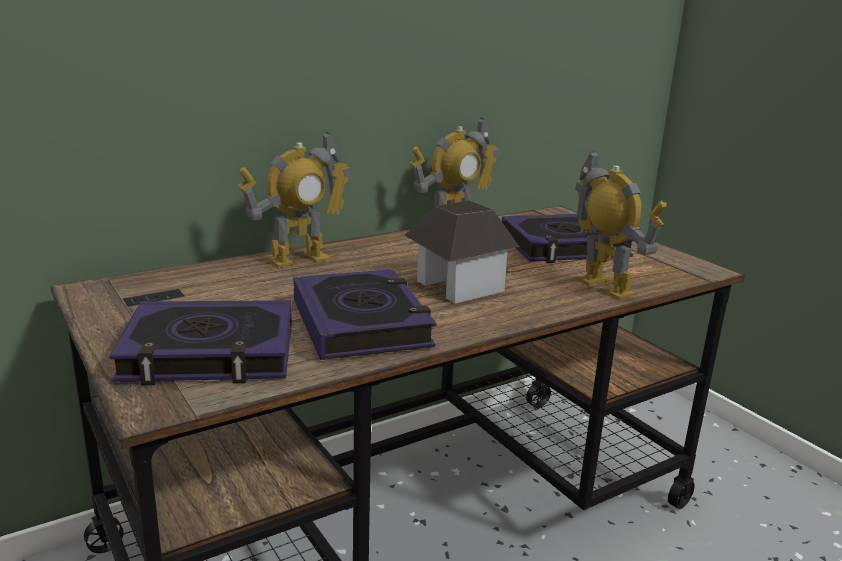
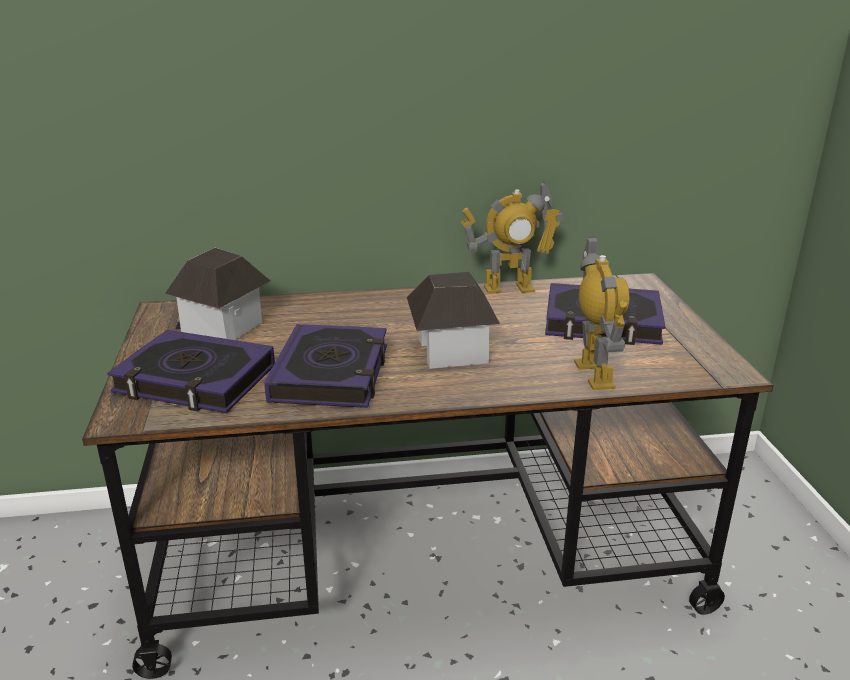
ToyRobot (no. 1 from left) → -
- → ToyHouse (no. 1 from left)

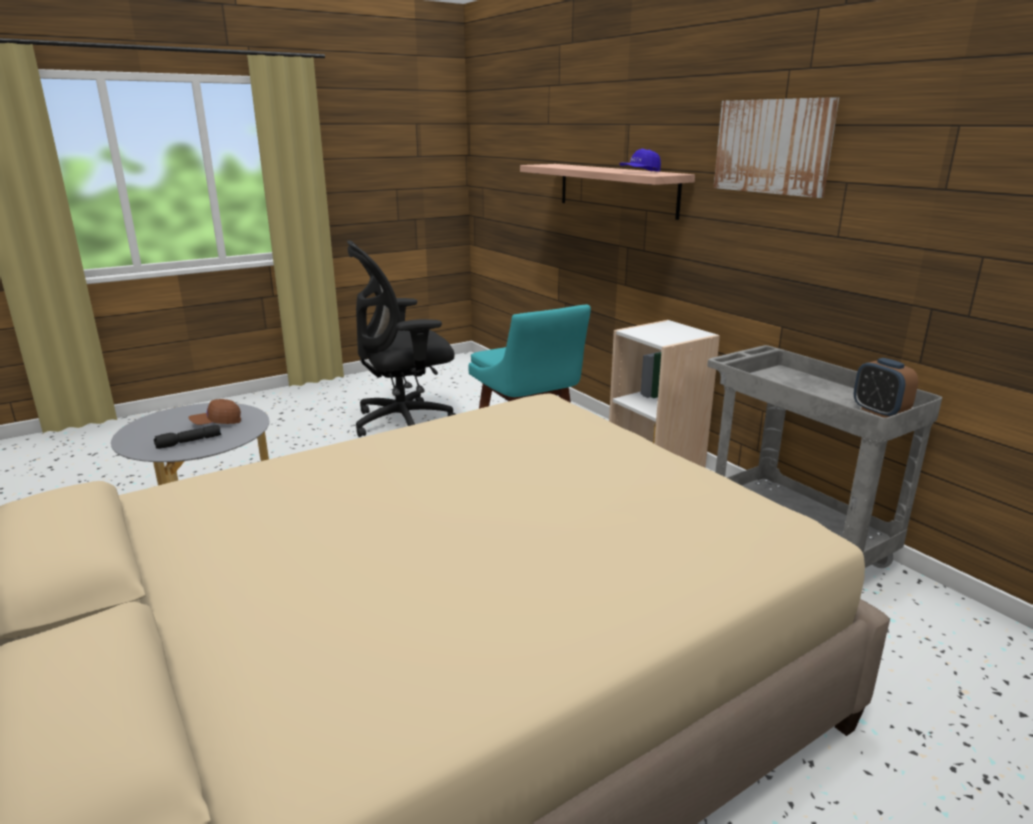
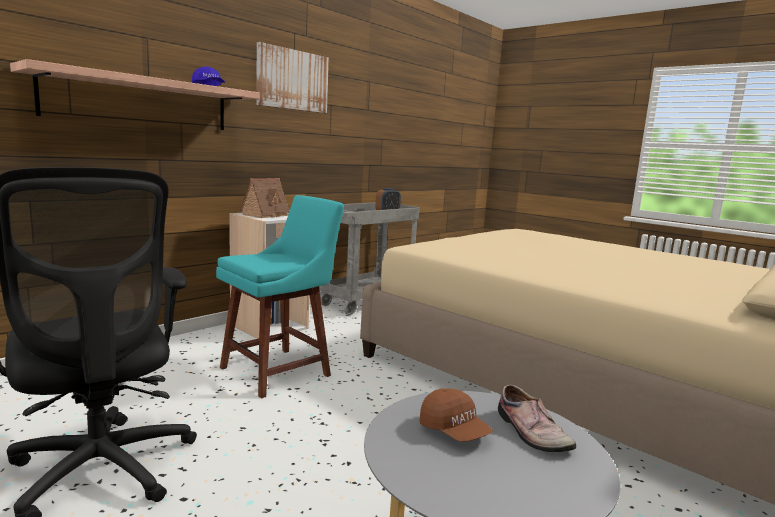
- → ToyHouse
BlackFlashlight → Shoe

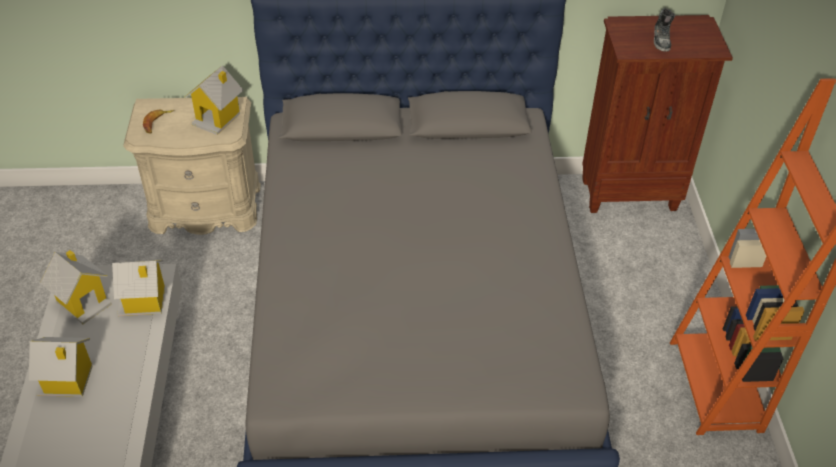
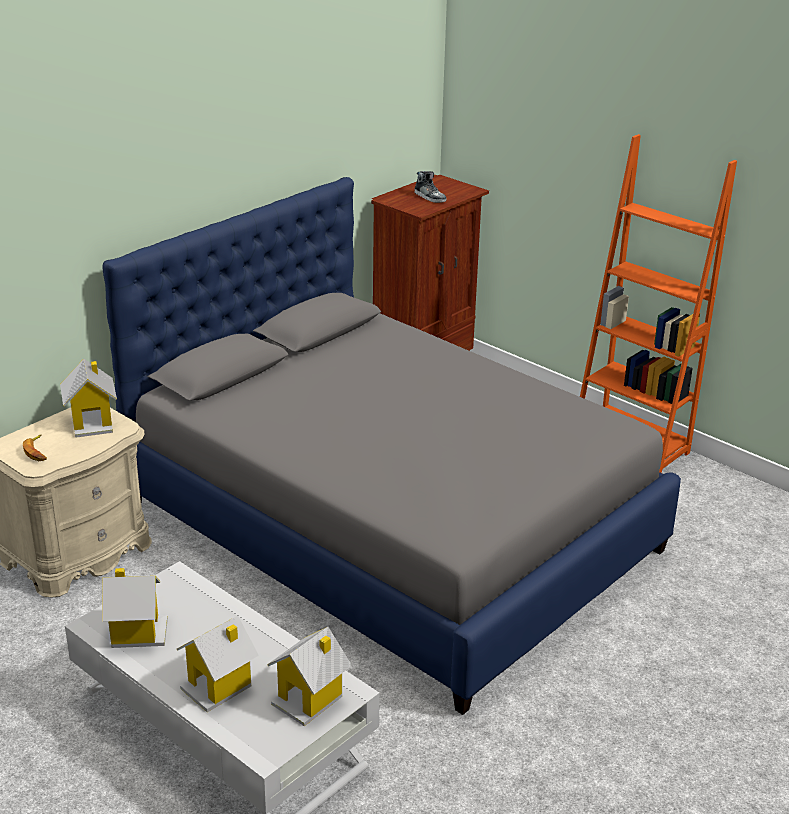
ToyHouse (no. 3 from left in the first image) → ToyHouse (no. 4 from left), shifted

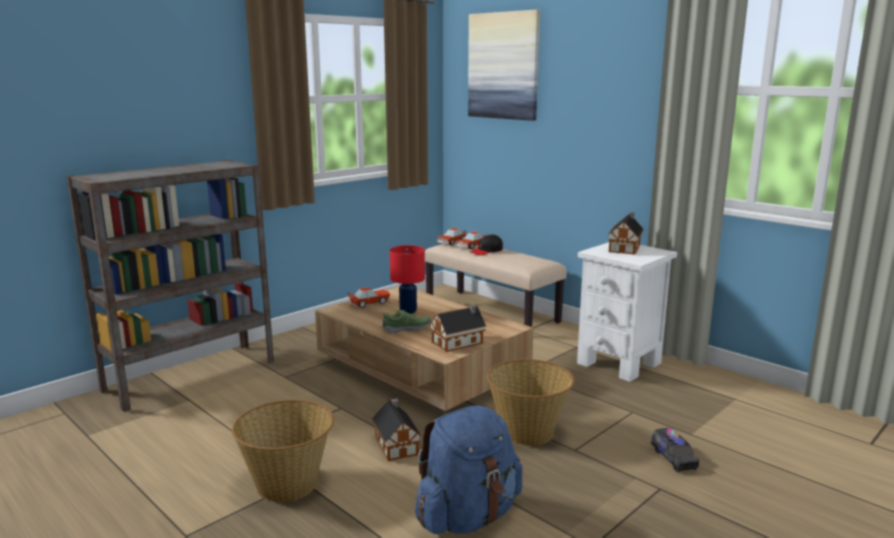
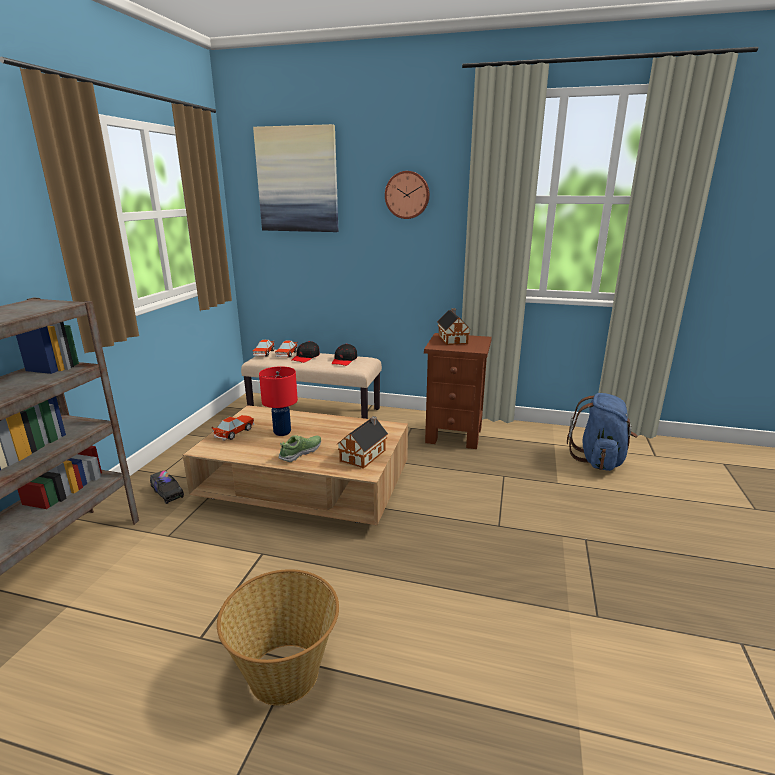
ToyHouse (no. 1 from left) → -
Basket (no. 2 from left) → -
- → BlackCap (no. 2 from left)
- → WallClock
BlueBackpack, shifted
ToyTruck, shifted
WhiteNightstand → BrownNightstand

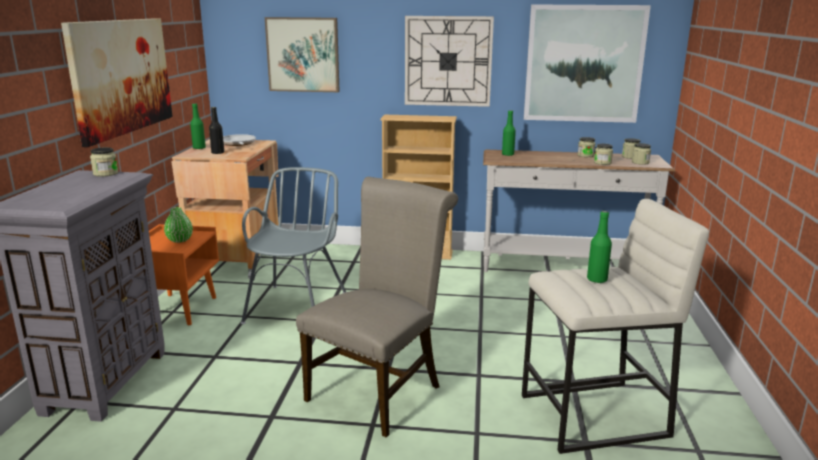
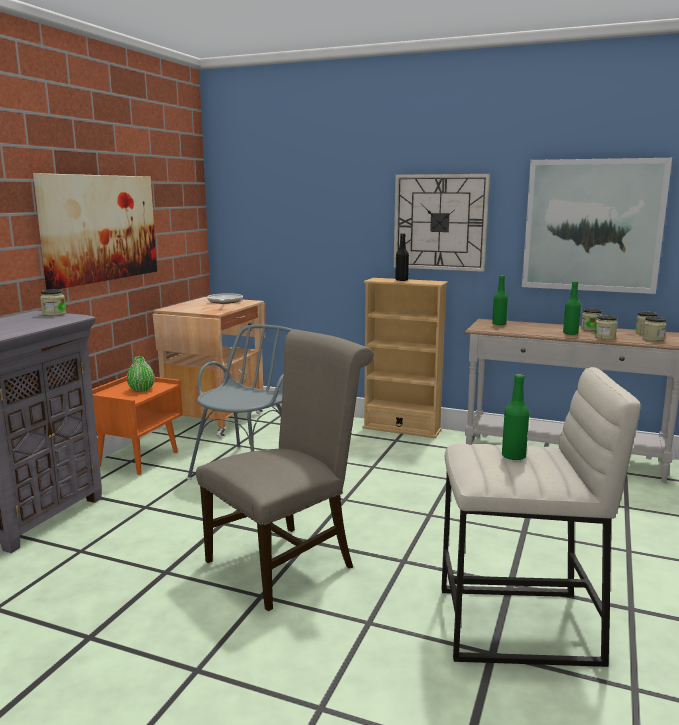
Picture (no. 2 from left) → -
GreenBottle (no. 1 from left in the first image) → GreenBottle (no. 3 from left), shifted
BlackBottle, shifted

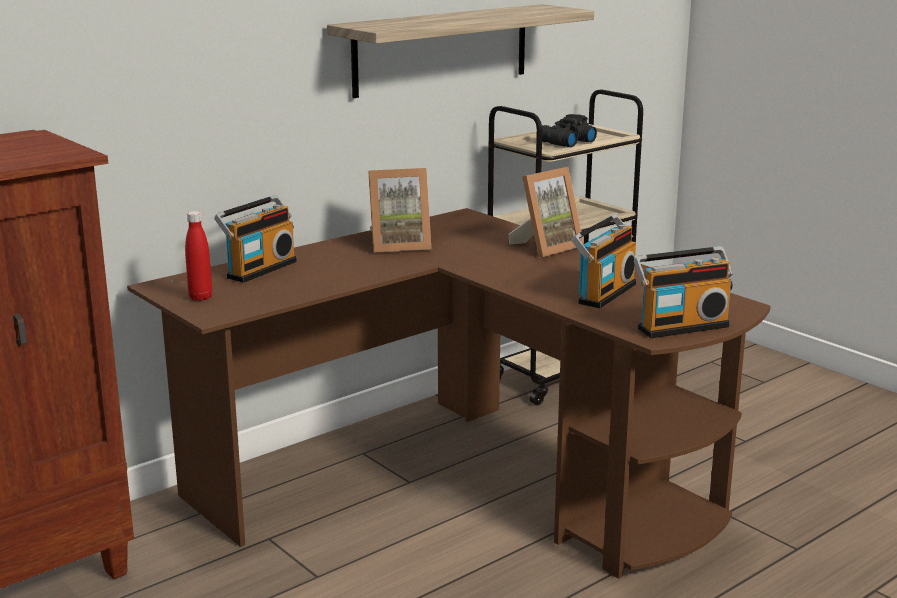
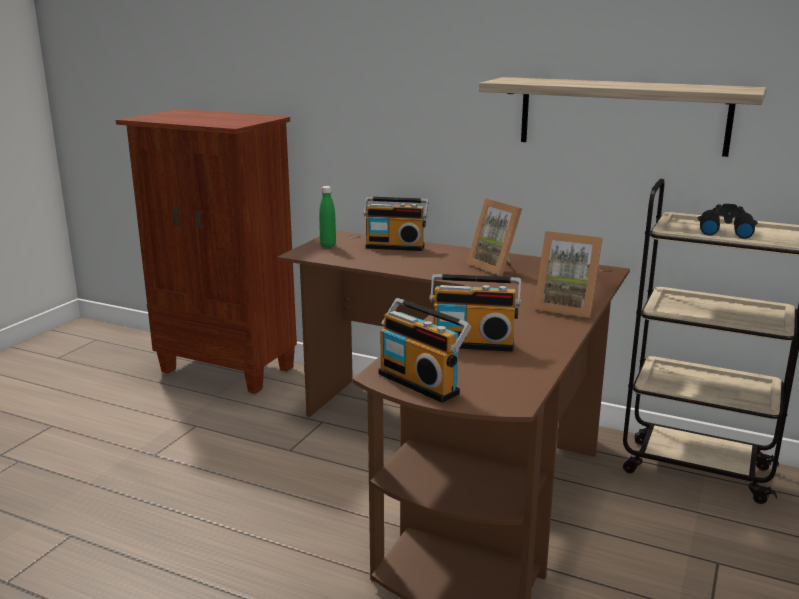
RedBottle → GreenBottle

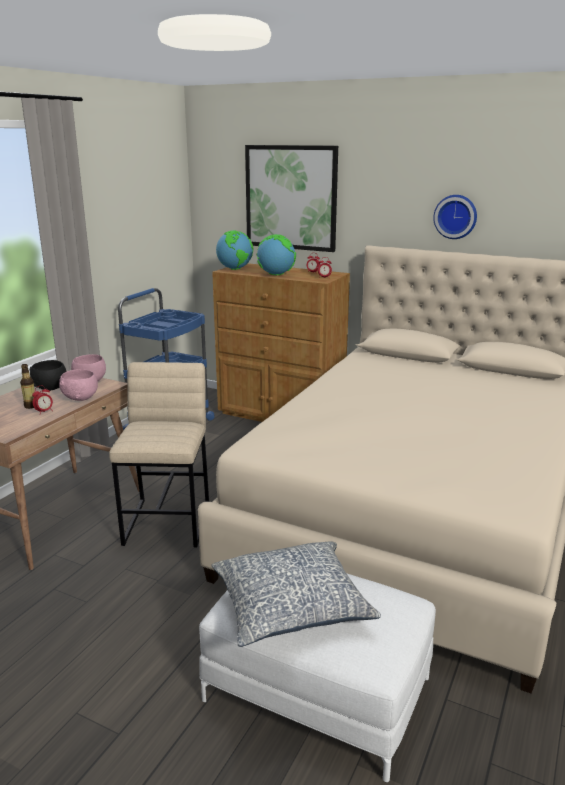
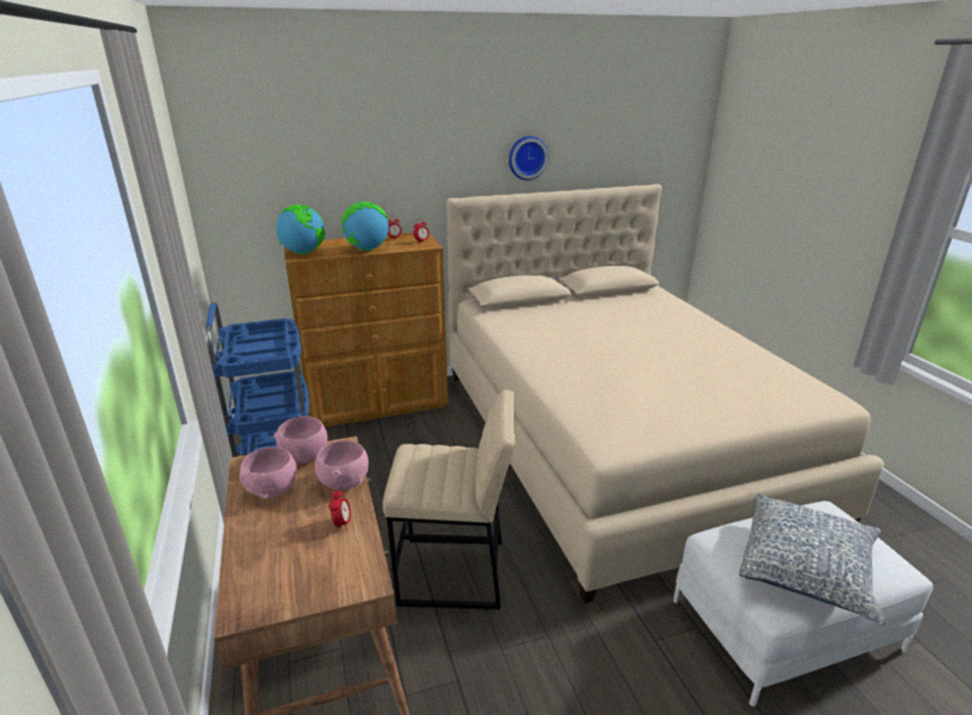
Bottle → -
Picture → -
BlackBowl → PinkBowl (no. 1 from left)
BeigeChair, 135 degrees clockwise

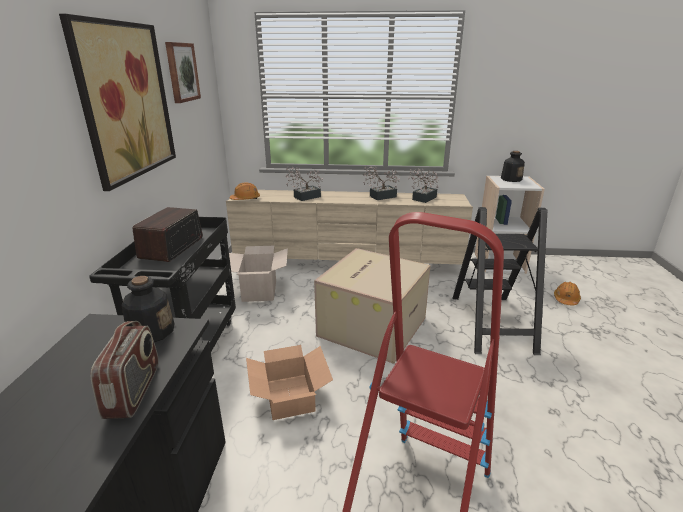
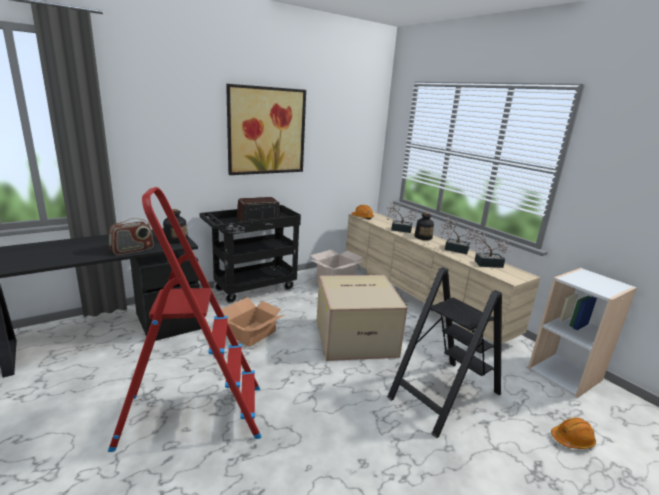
Picture (no. 2 from left) → -
Bottle (no. 2 from left), shifted

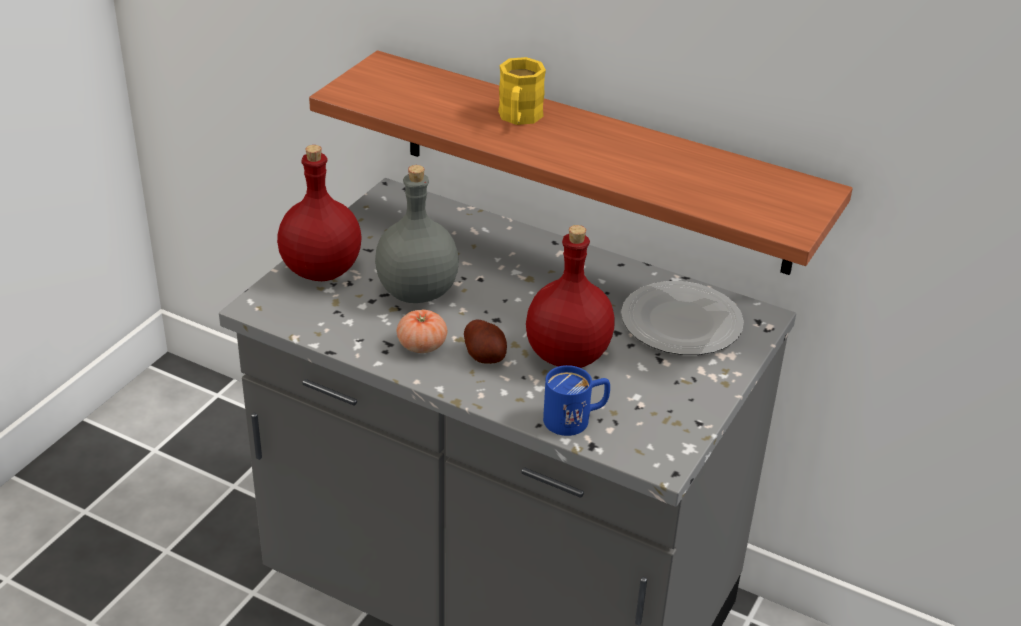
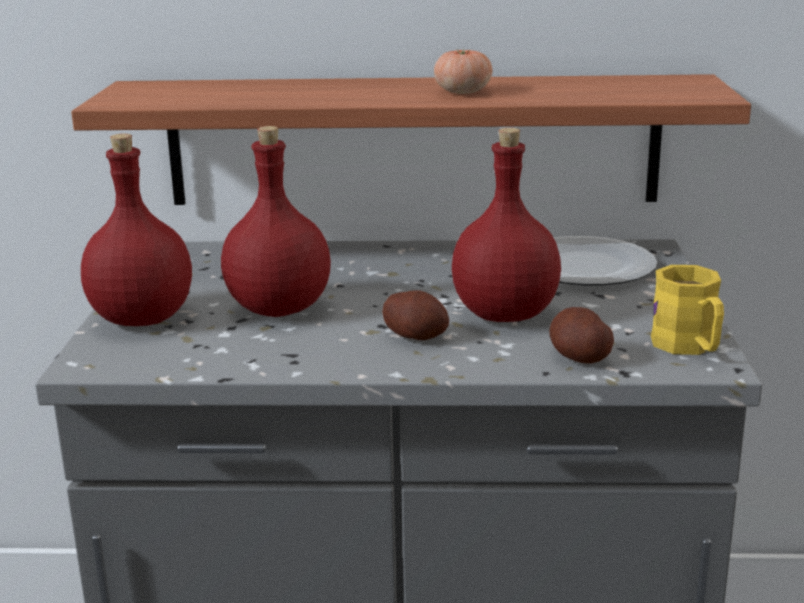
Tomato, shifted
YellowMug, shifted
BlueMug → Potato (no. 2 from left)
GreyBottle → RedBottle (no. 2 from left)

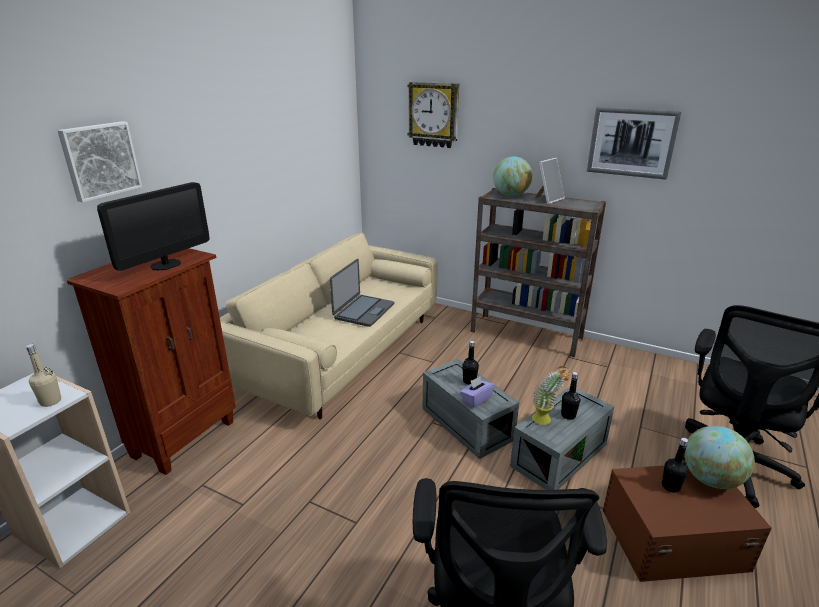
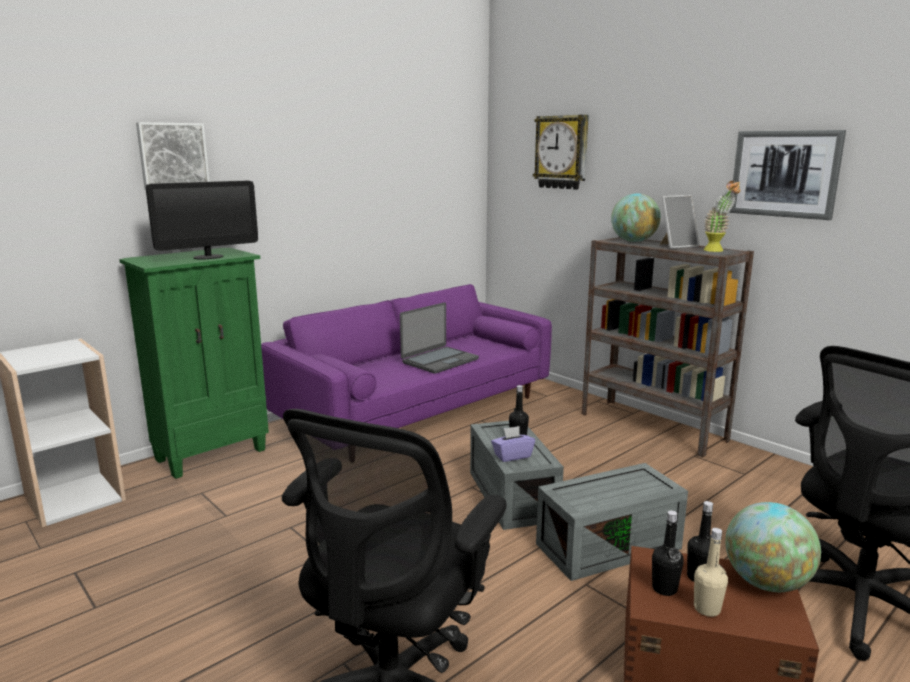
BeigeBottle, shifted
PottedPlant, shifted
BlackBottle (no. 2 from left), shifted
BrownCabinet → GreenCabinet
BeigeSofa → PurpleSofa

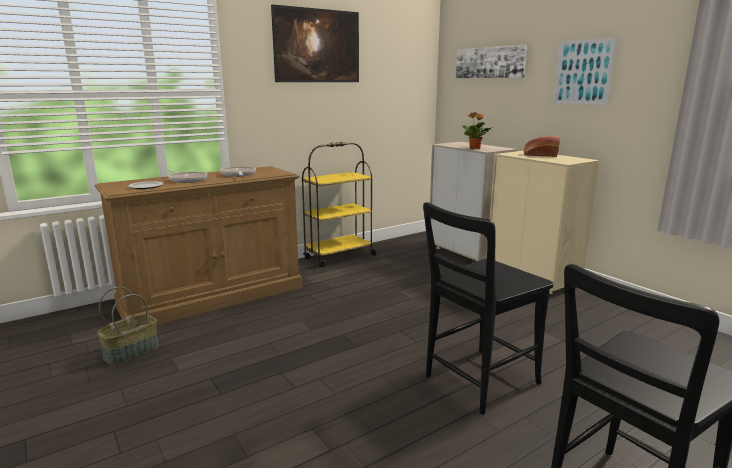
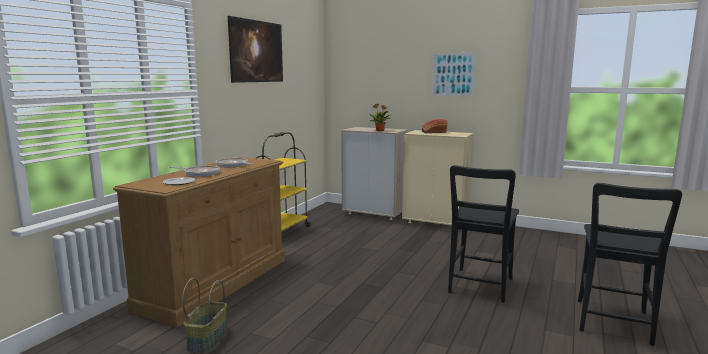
Picture (no. 2 from left) → -

